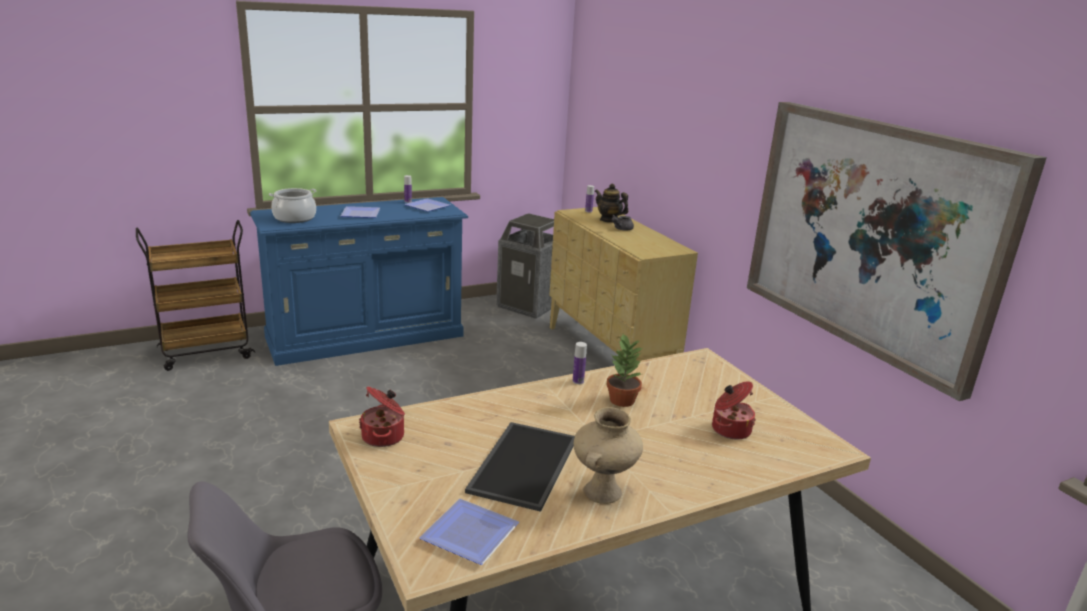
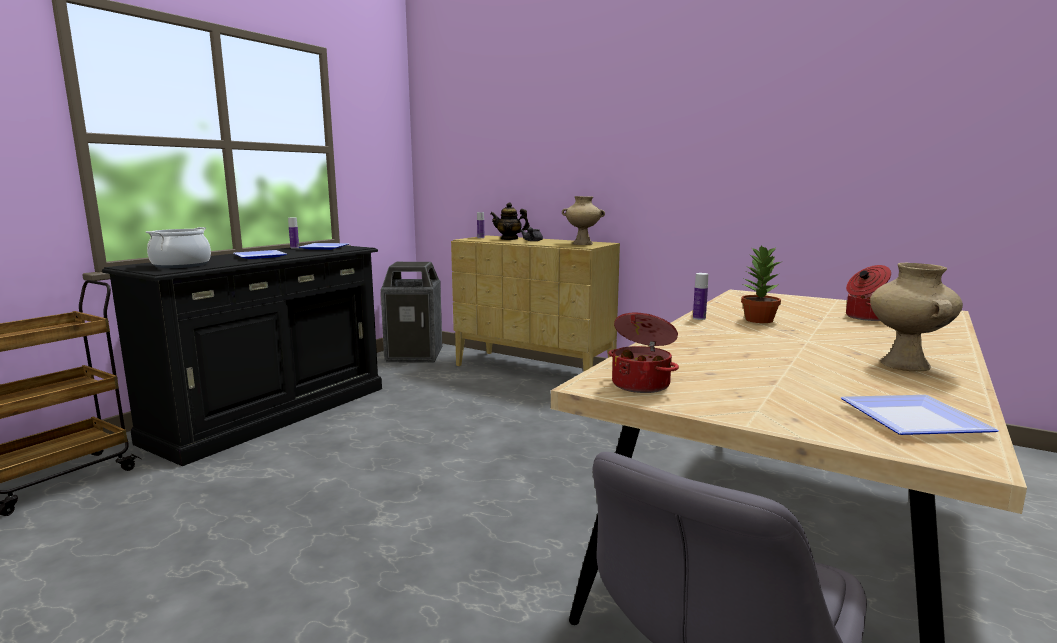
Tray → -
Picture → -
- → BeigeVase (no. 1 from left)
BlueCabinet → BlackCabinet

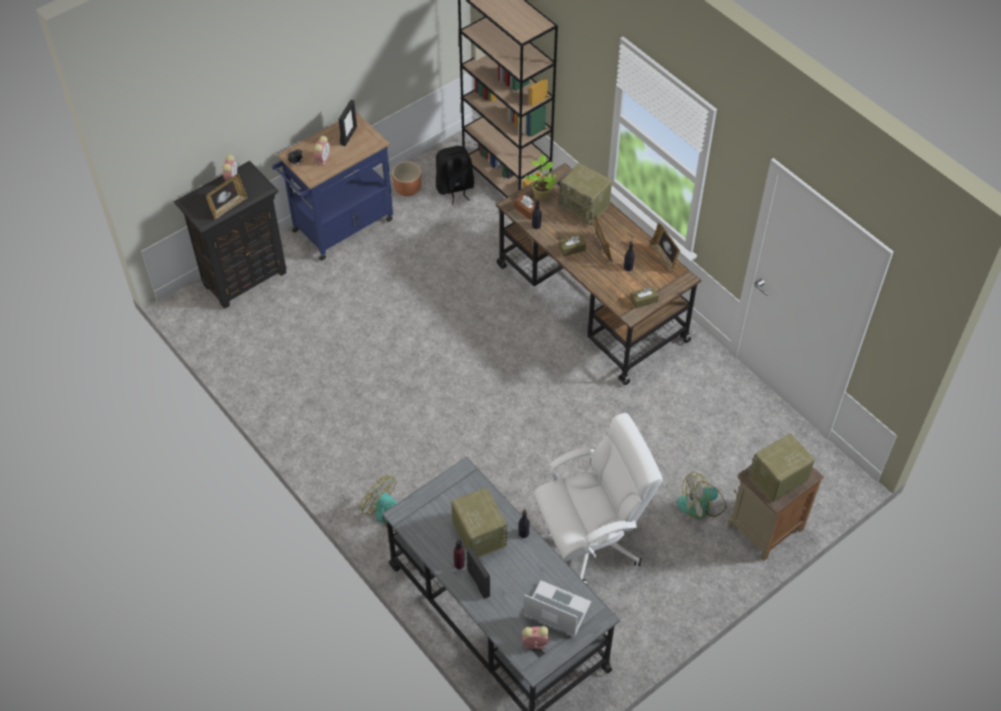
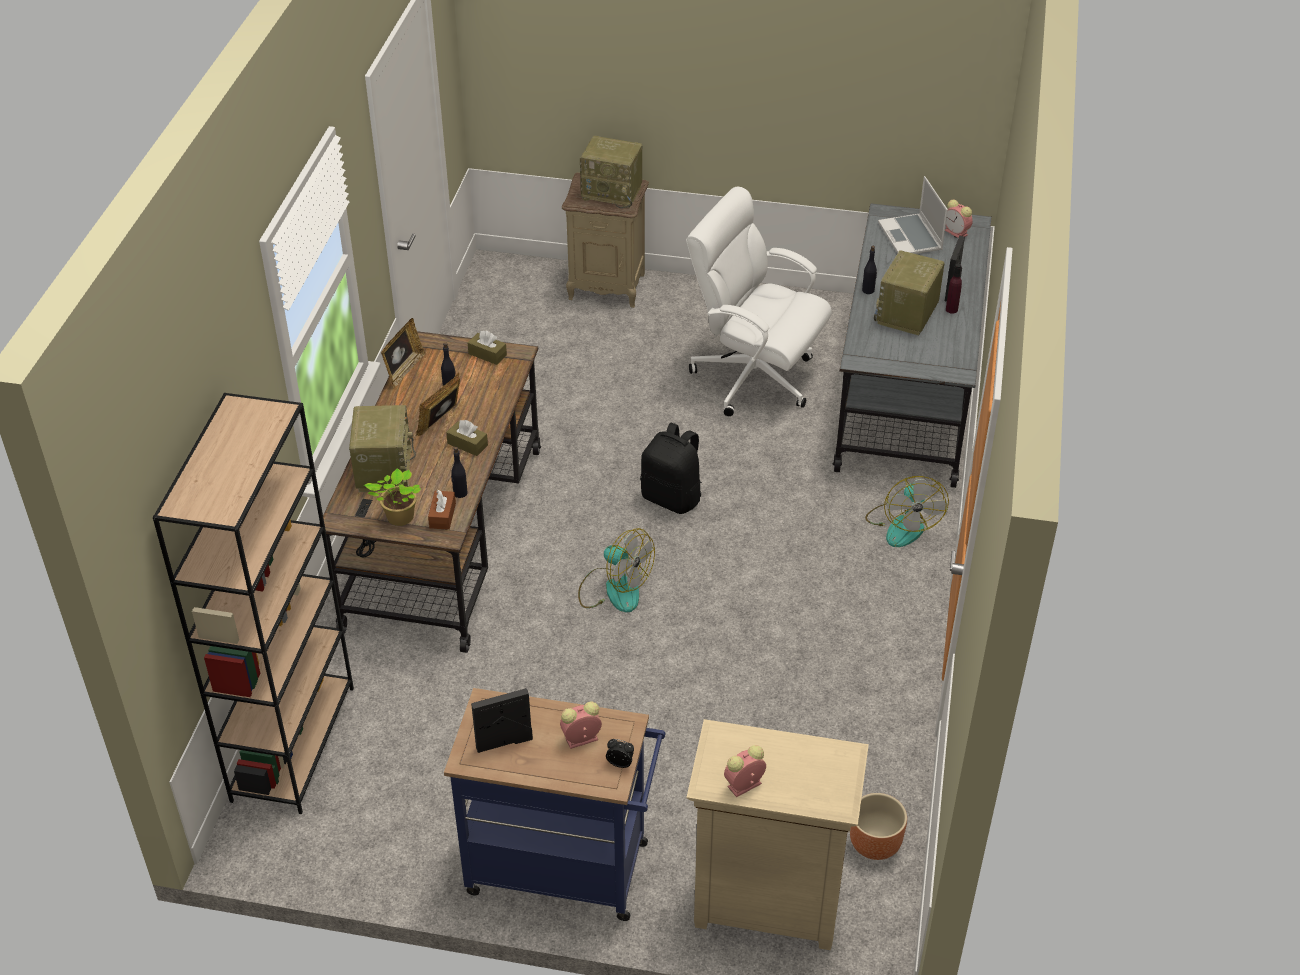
PictureFrame (no. 1 from left) → -
BrownPlanter, shifted
BlackBackpack, shifted
Fan (no. 2 from left in the first image) → Fan (no. 1 from left), shifted
BlackCabinet → BeigeCabinet

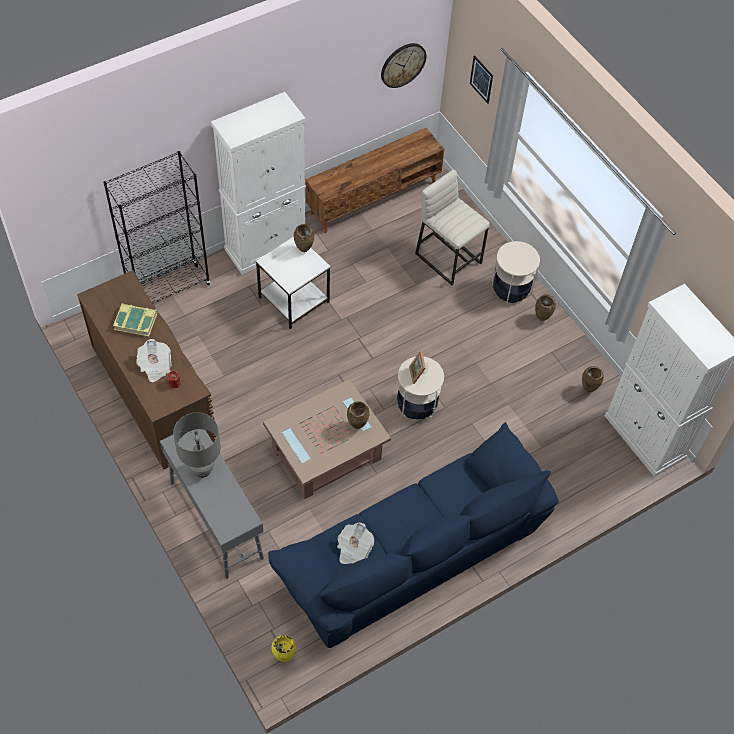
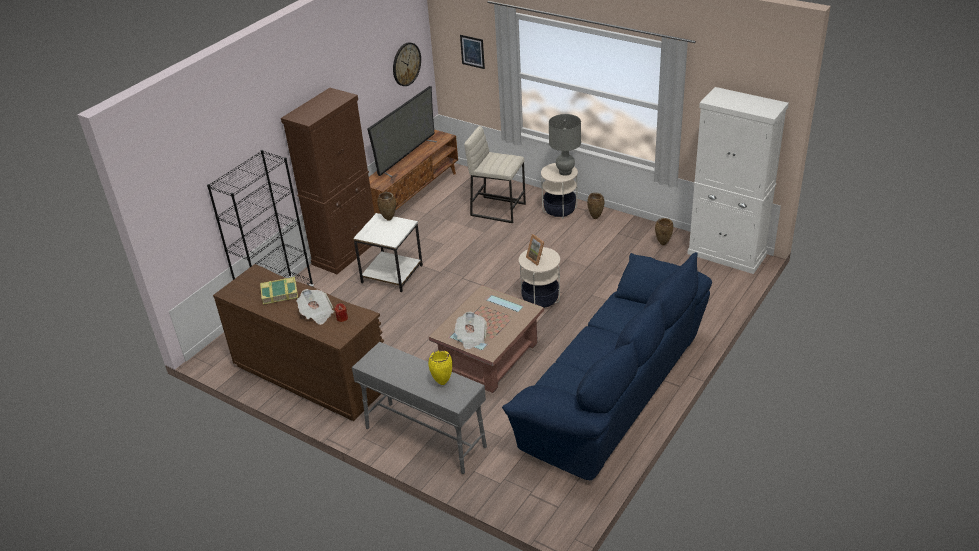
BrownVase (no. 2 from left) → -
- → Television
GreyTableLamp, shifted
YellowVase, shifted
Newspaper (no. 2 from left), shifted
WhiteCabinet (no. 1 from left) → BrownCabinet

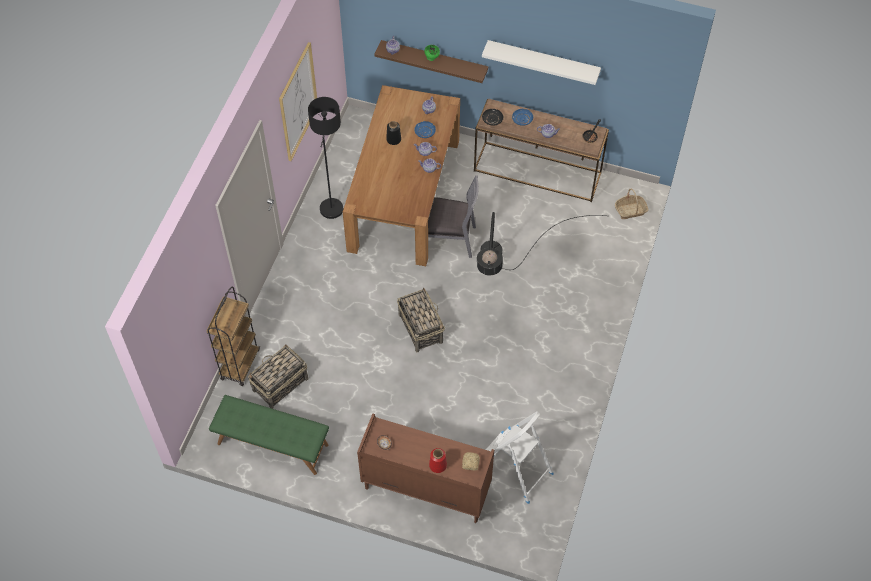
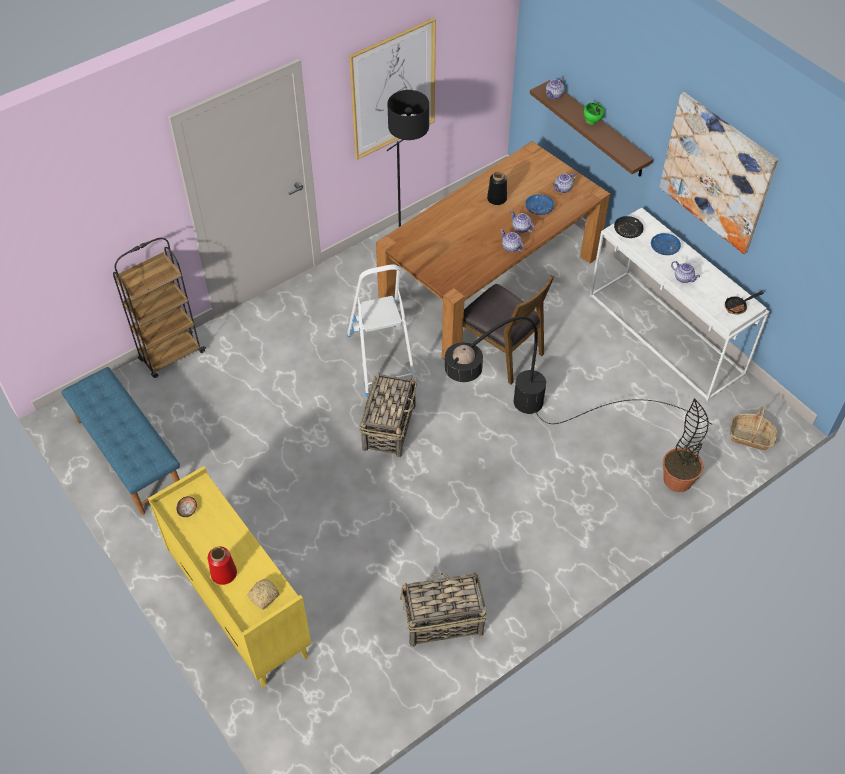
- → PottedPlant
Basket (no. 1 from left in the first image) → Basket (no. 2 from left), shifted
WhiteStepLadder, shifted
WhiteShelf → Picture (no. 2 from left)
GreenBench → BlueBench
BrownCabinet → YellowCabinet
GreyChair → BrownChair
BrownConsoleTable → WhiteConsoleTable

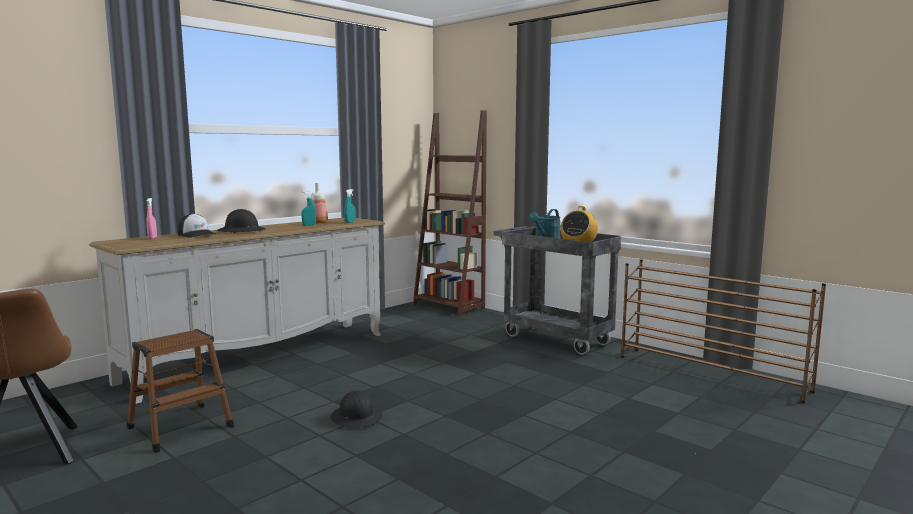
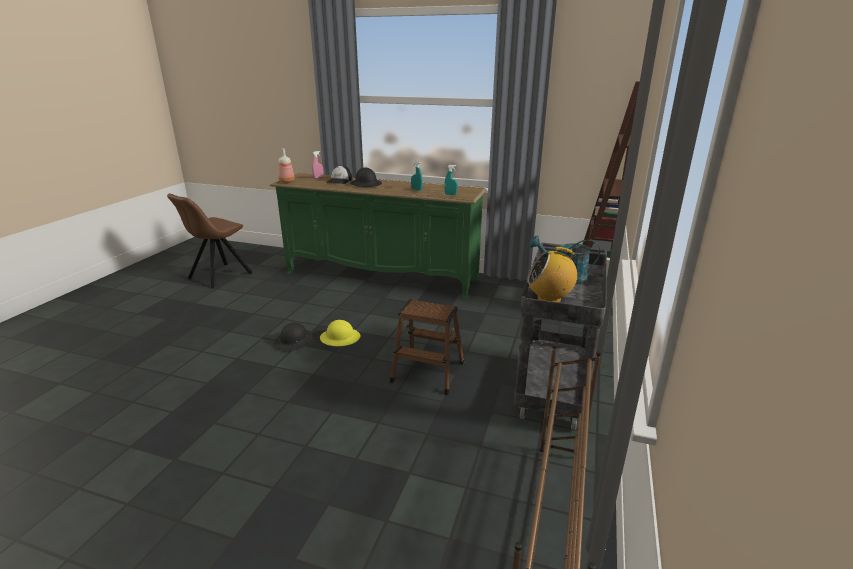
- → YellowHardHat
BrownStepLadder, shifted
Bottle, shifted
GreyCabinet → GreenCabinet

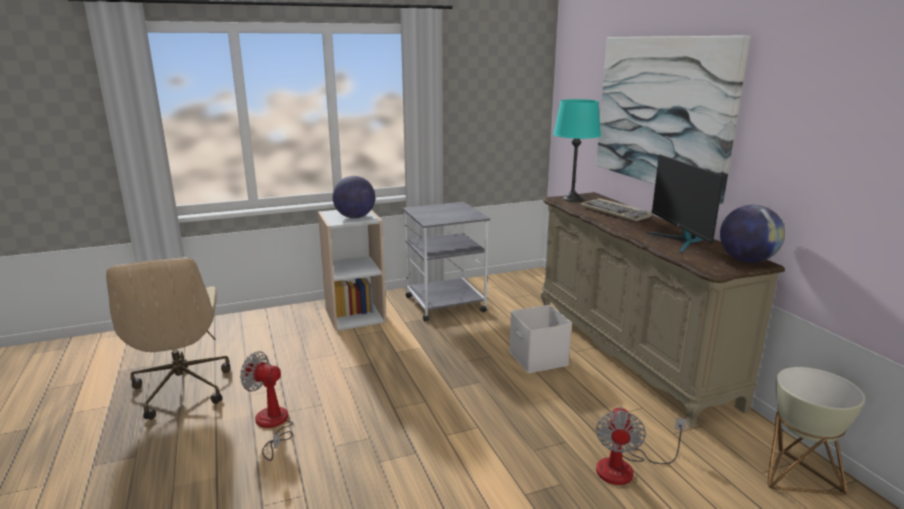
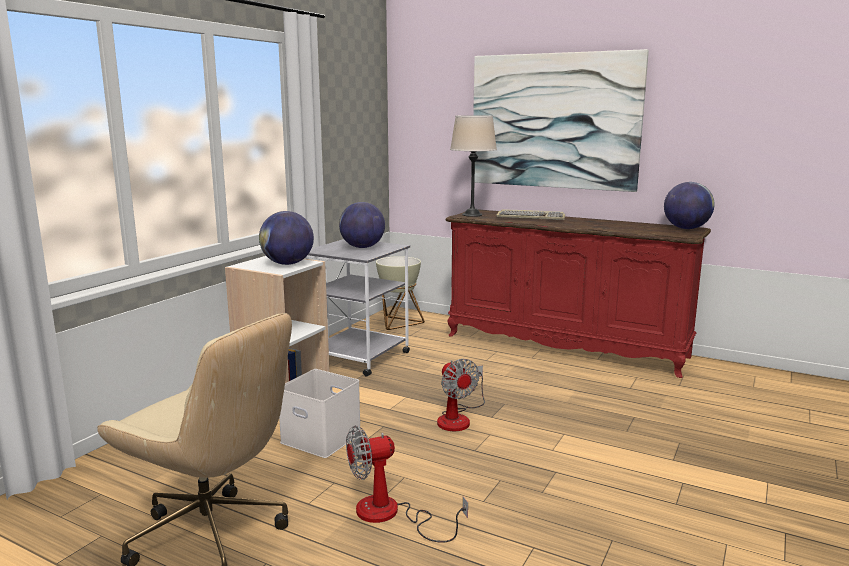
Monitor → -
- → Globe (no. 2 from left)
WhiteStorageBox, shifted
Fan (no. 2 from left), shifted
Planter, shifted
BeigeCabinet → RedCabinet
TurquoiseTableLamp → BeigeTableLamp

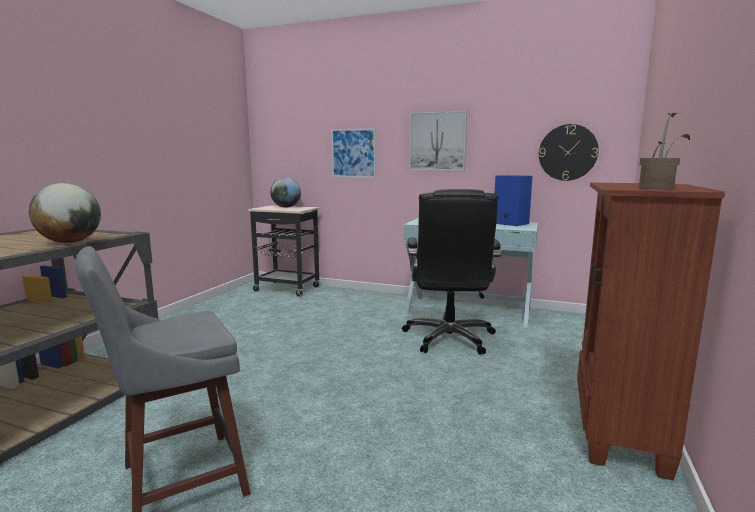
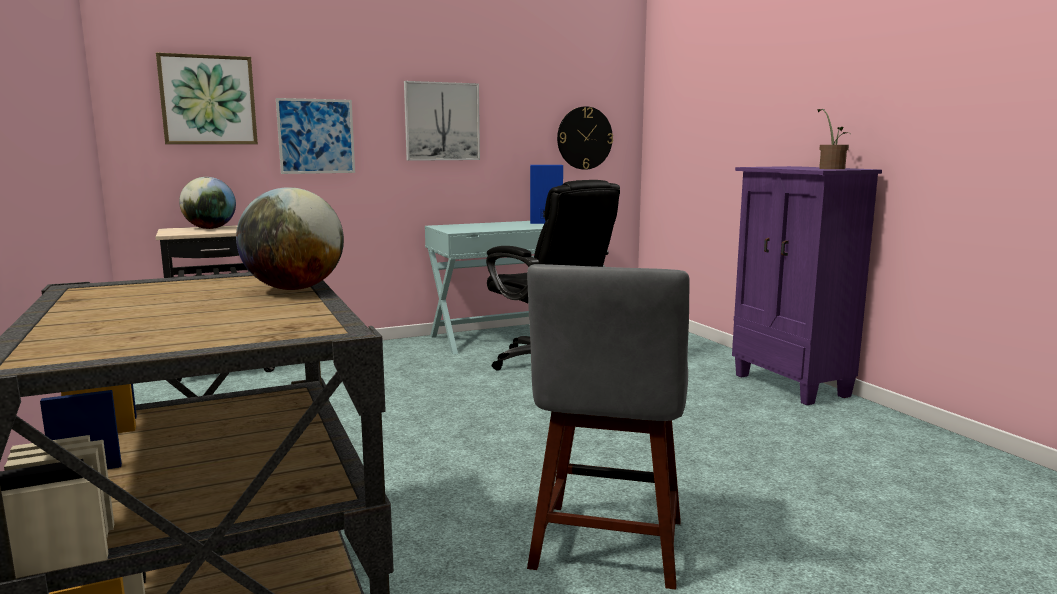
- → Picture (no. 1 from left)
BrownCabinet → PurpleCabinet

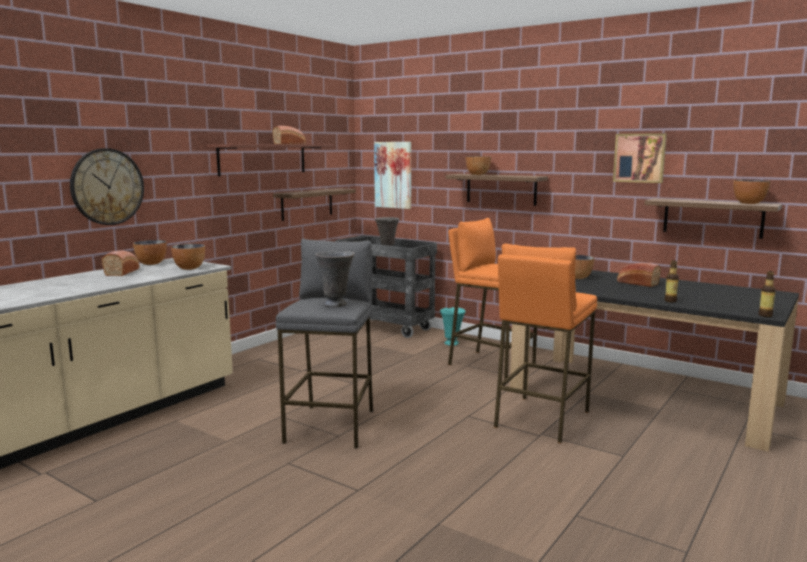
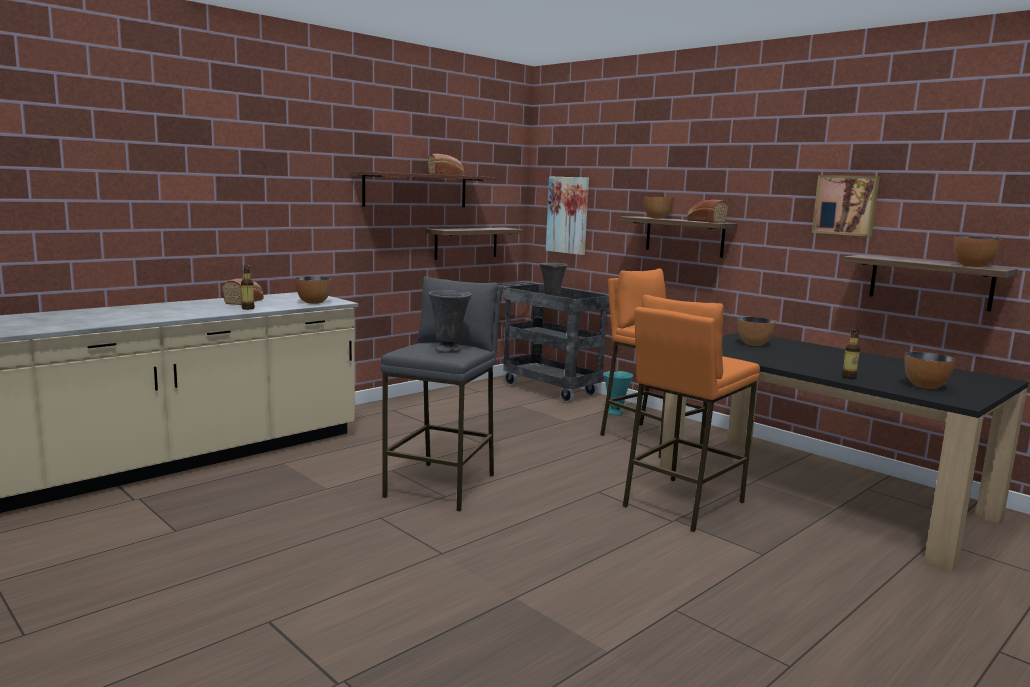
WallClock → -
Bowl (no. 1 from left in the first image) → Bowl (no. 4 from left), shifted
Bread (no. 3 from left), shifted
Bottle (no. 2 from left in the first image) → Bottle (no. 1 from left), shifted

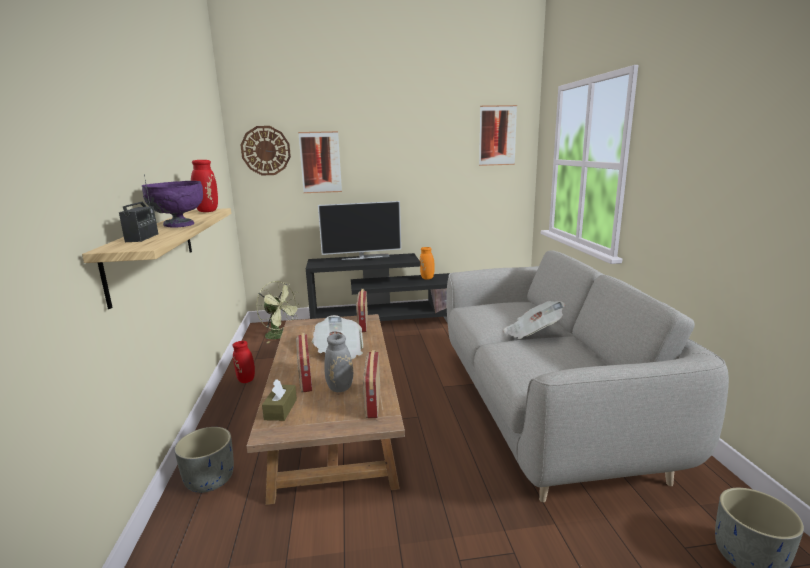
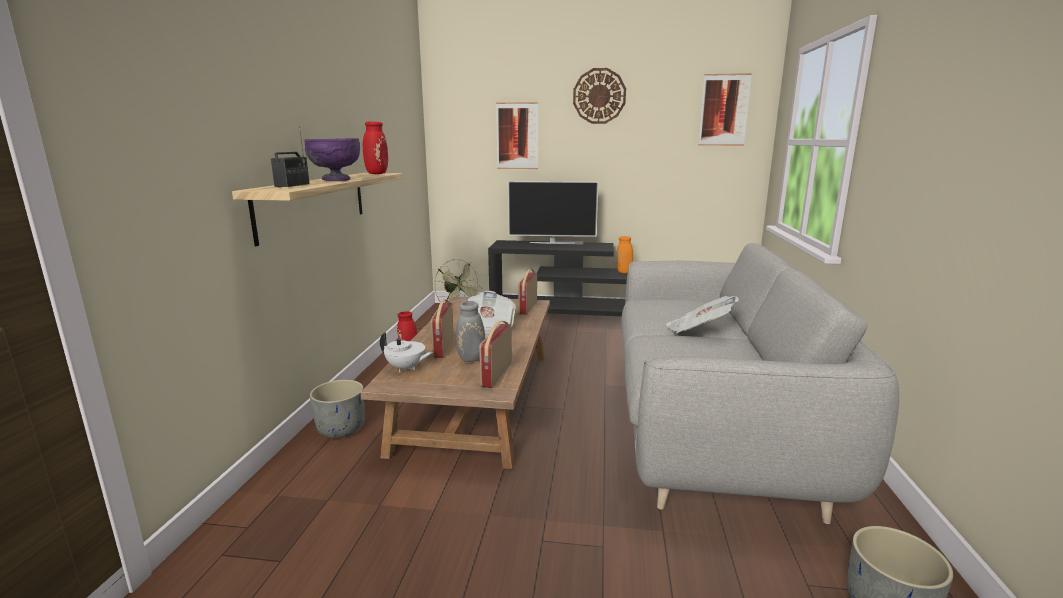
WallClock, shifted
BrownTissueBox → WhiteTeapot

